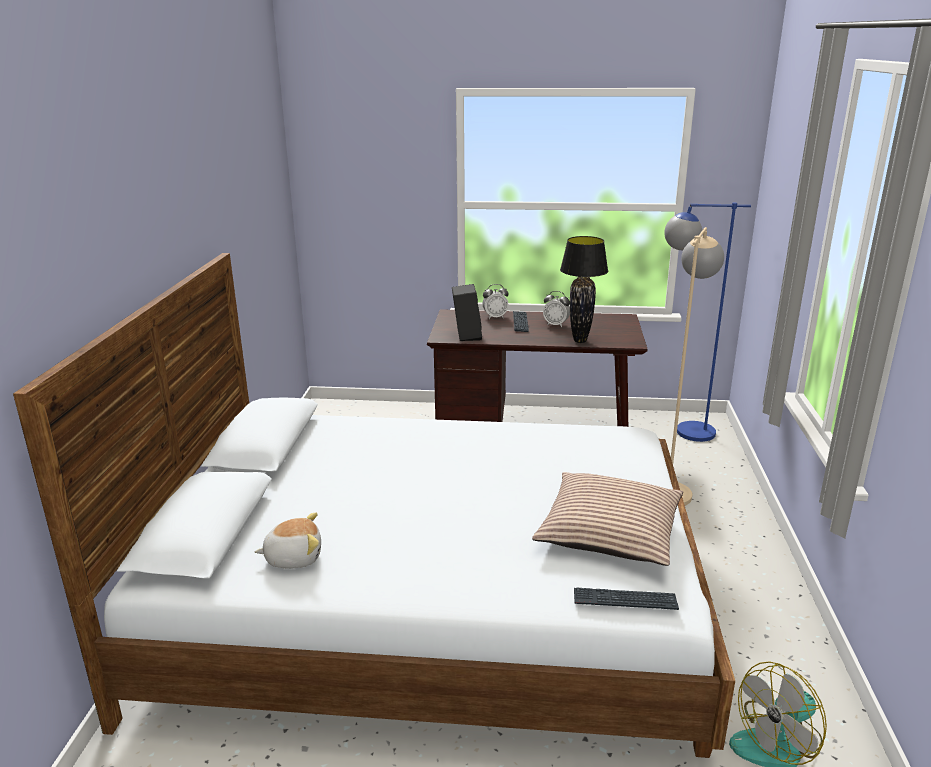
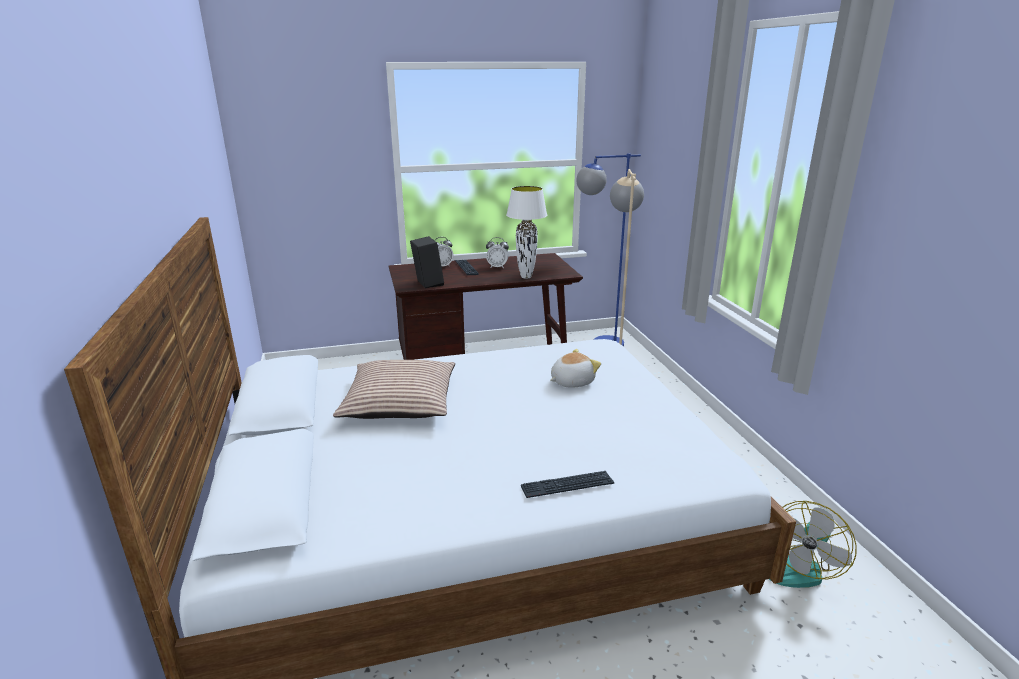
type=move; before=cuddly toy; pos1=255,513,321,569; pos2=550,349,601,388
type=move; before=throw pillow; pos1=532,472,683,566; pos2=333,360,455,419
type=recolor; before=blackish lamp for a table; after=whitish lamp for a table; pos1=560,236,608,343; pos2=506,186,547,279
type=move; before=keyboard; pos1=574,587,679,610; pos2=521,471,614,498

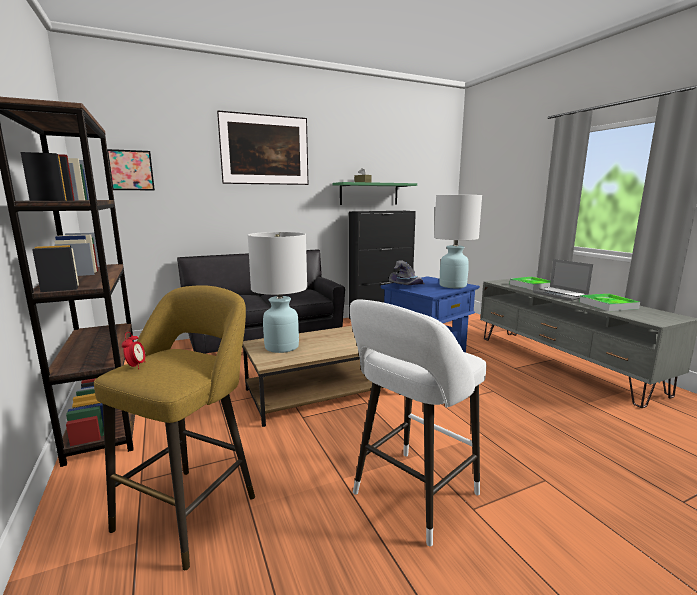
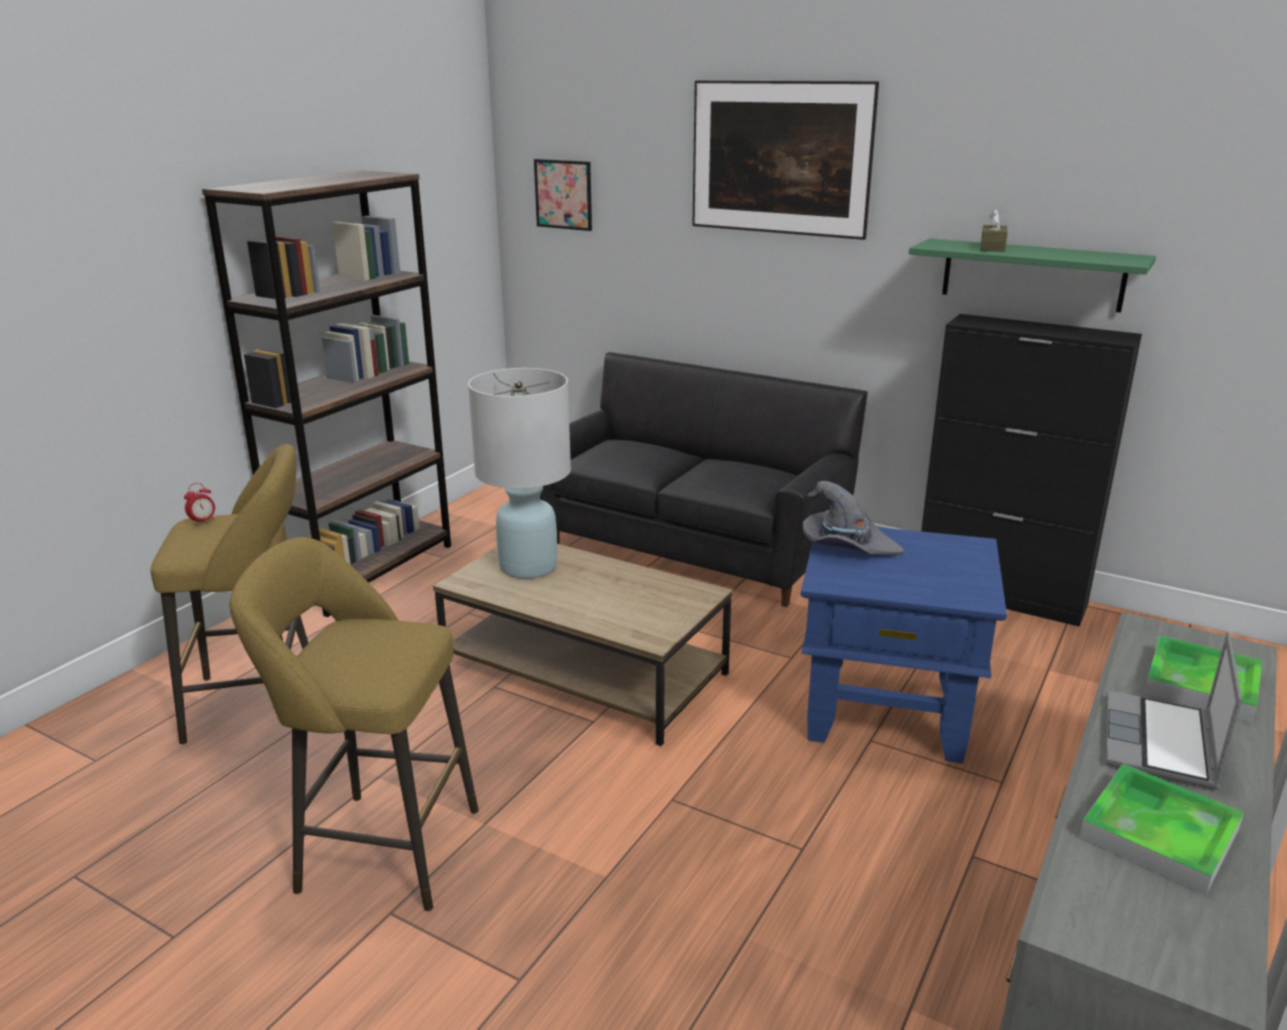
type=recolor; before=whitish stool seat; after=yellow-coloured stool seat; pos1=350,299,486,546; pos2=229,537,479,911
type=delete; before=whitish lamp for a table; pos1=434,195,482,288

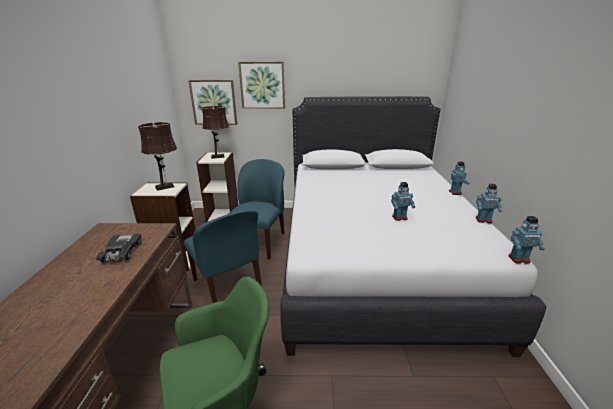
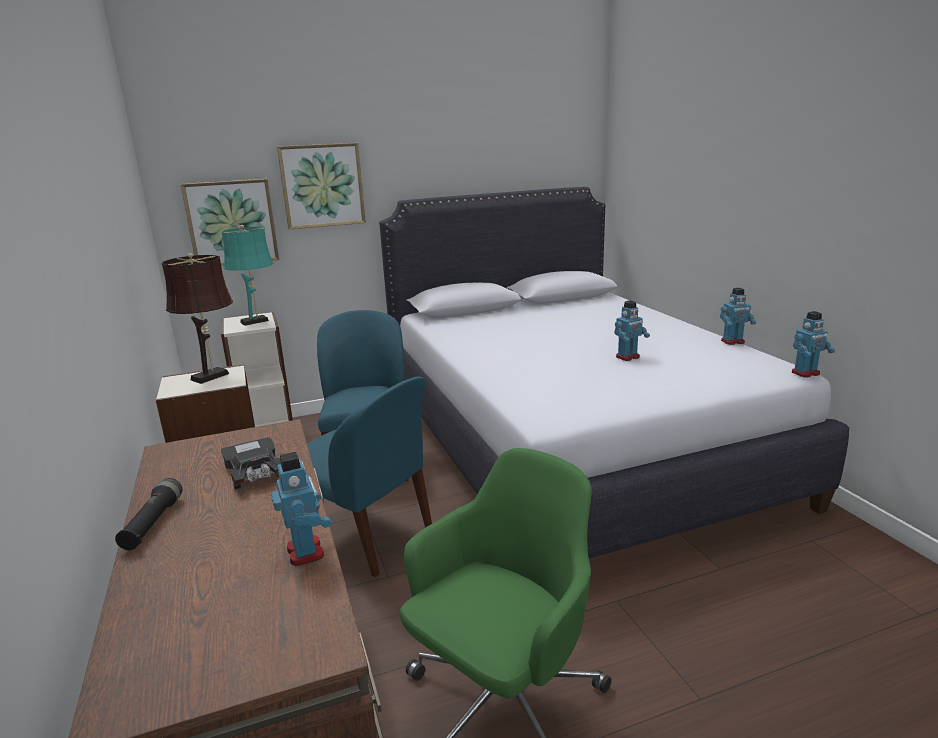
type=recolor; before=brownish lamp for a table; after=turquoise-coloured lamp for a table; pos1=202,105,229,159; pos2=221,225,274,326
type=move; before=robot figure; pos1=449,161,470,195; pos2=271,452,331,566
type=insert; after=blackish torch; pos2=115,478,183,550

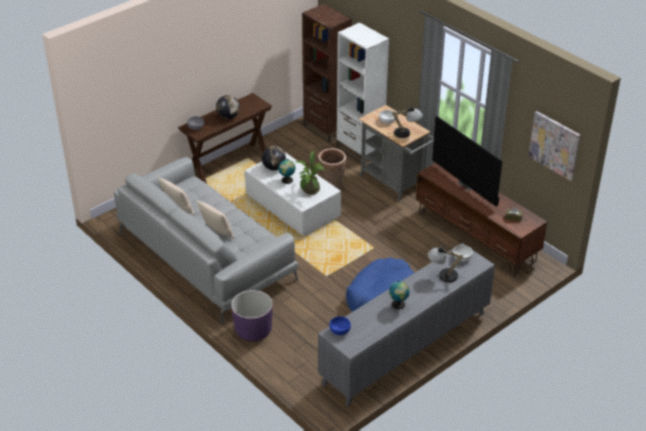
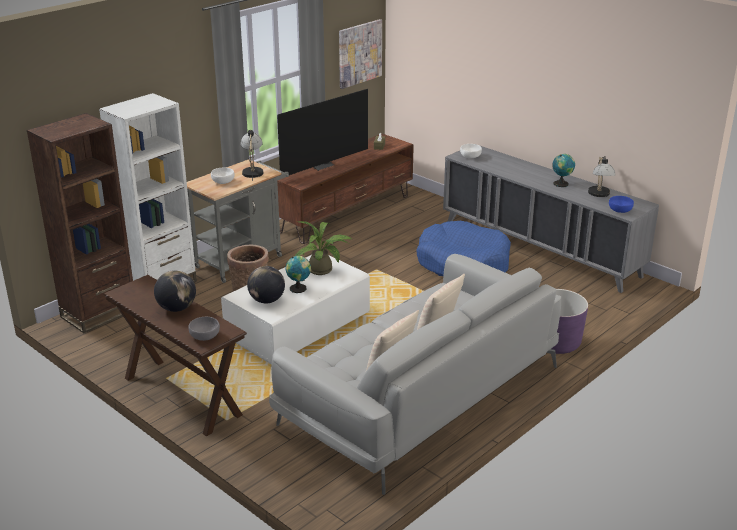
type=move; before=lamp for a table; pos1=428,247,464,282; pos2=588,156,616,197

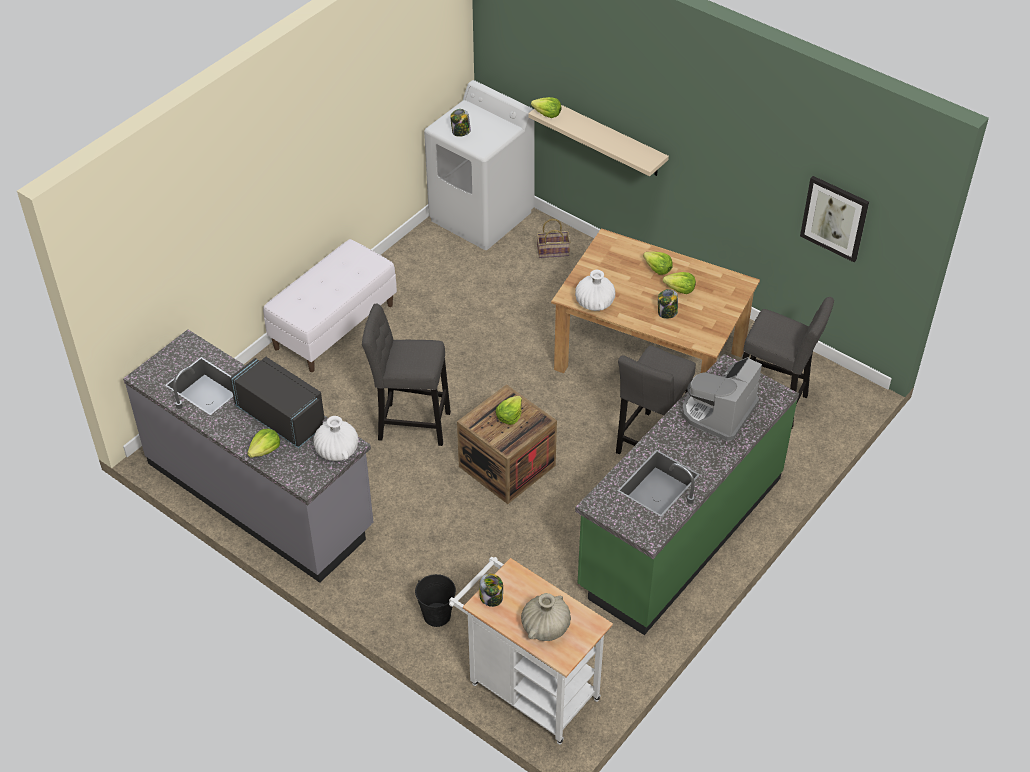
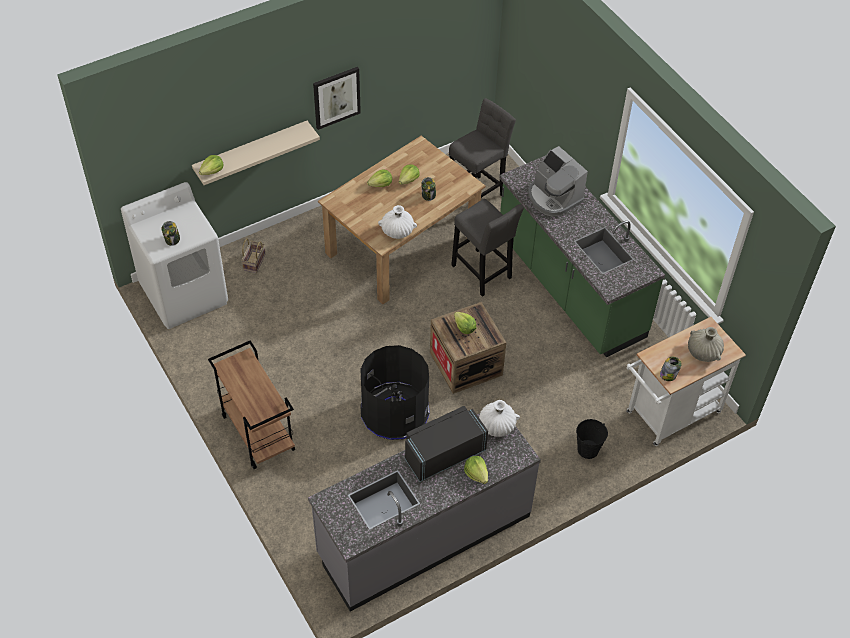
type=replace; before=whitish bench; after=brownish trolley; pos1=263,239,397,372; pos2=208,340,295,469
type=replace; before=greyish stool seat; after=blackish rubbish bin; pos1=362,303,451,446; pos2=360,345,430,440
type=move; before=wall art; pos1=800,176,869,262; pos2=313,67,361,130

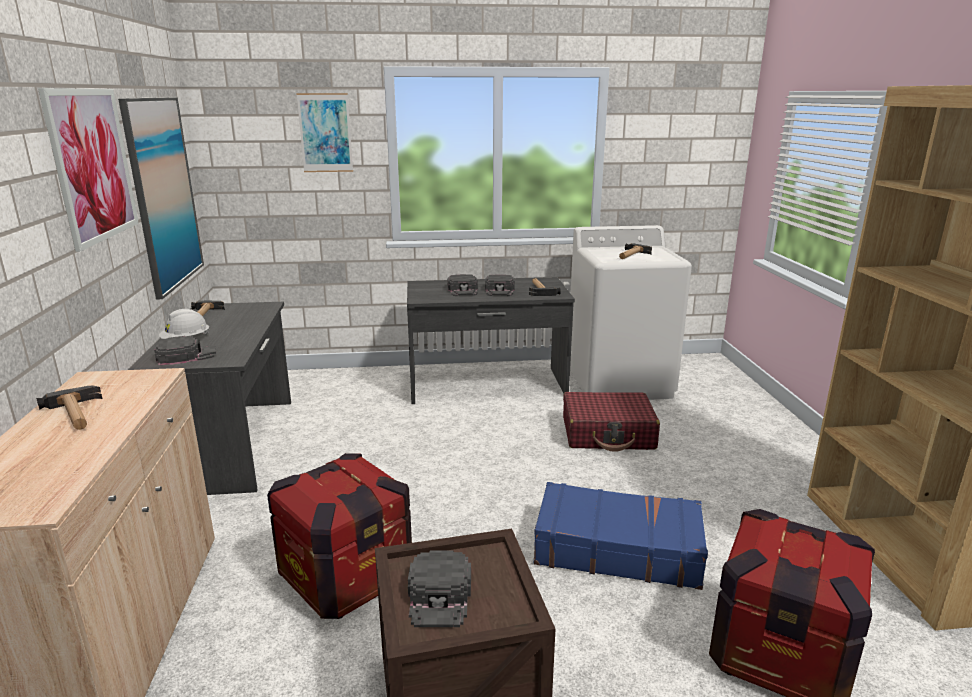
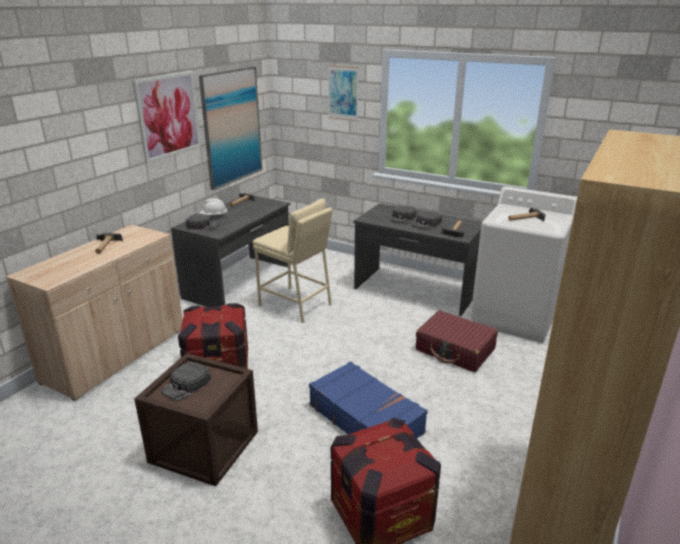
type=insert; after=sand-coloured stool seat; pos2=253,198,332,323

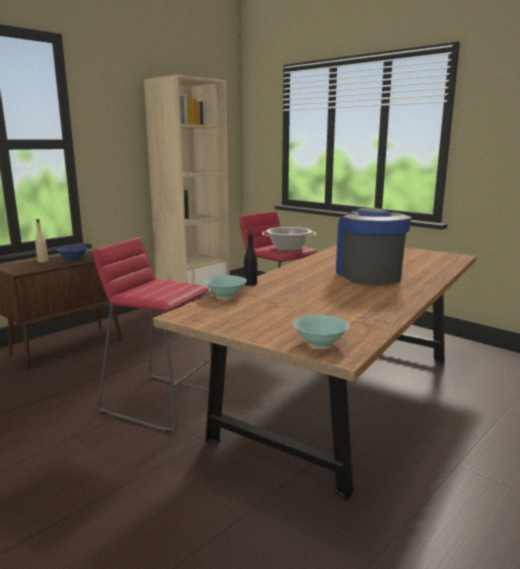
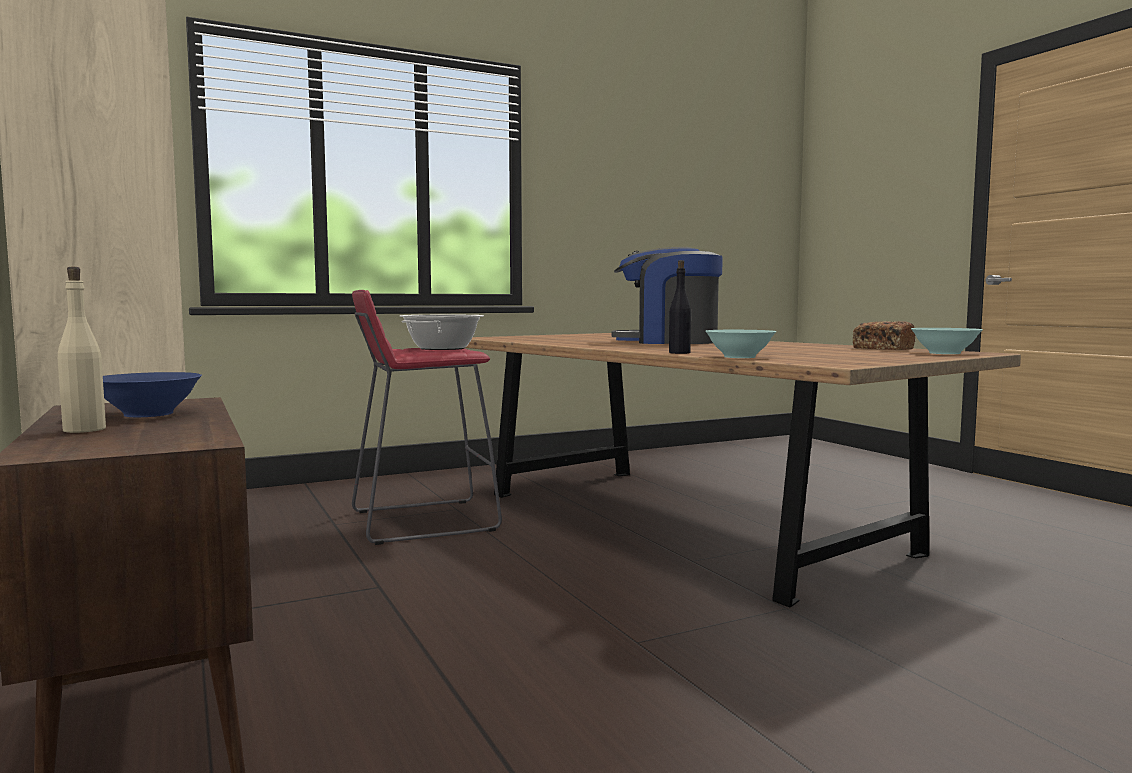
type=delete; before=red-coloured stool seat; pos1=92,237,212,433
type=insert; after=baked bread; pos2=853,321,915,350

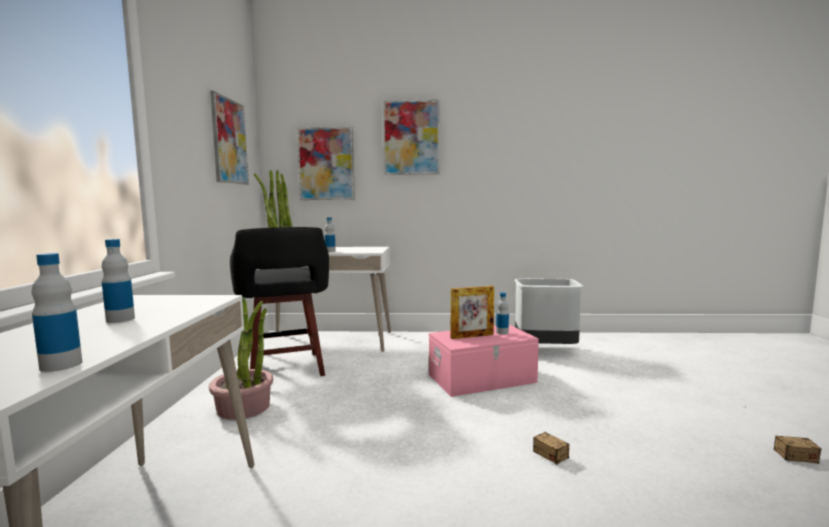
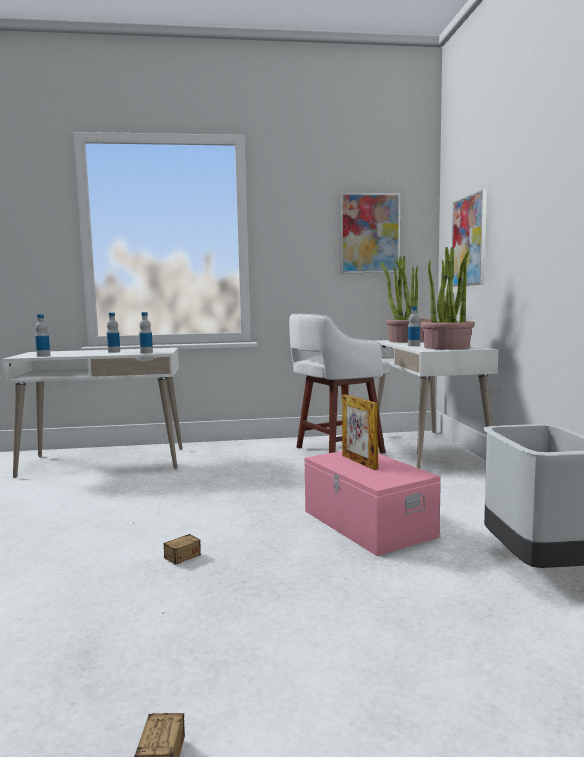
type=move; before=houseplant; pos1=209,297,273,420; pos2=420,246,475,349
type=recolor; before=blackish stool seat; after=whitish stool seat; pos1=230,227,329,376; pos2=289,314,390,454
type=delete; before=wall art; pos1=383,99,440,175
type=move; before=beverage bottle; pos1=496,292,509,334; pos2=139,312,153,353

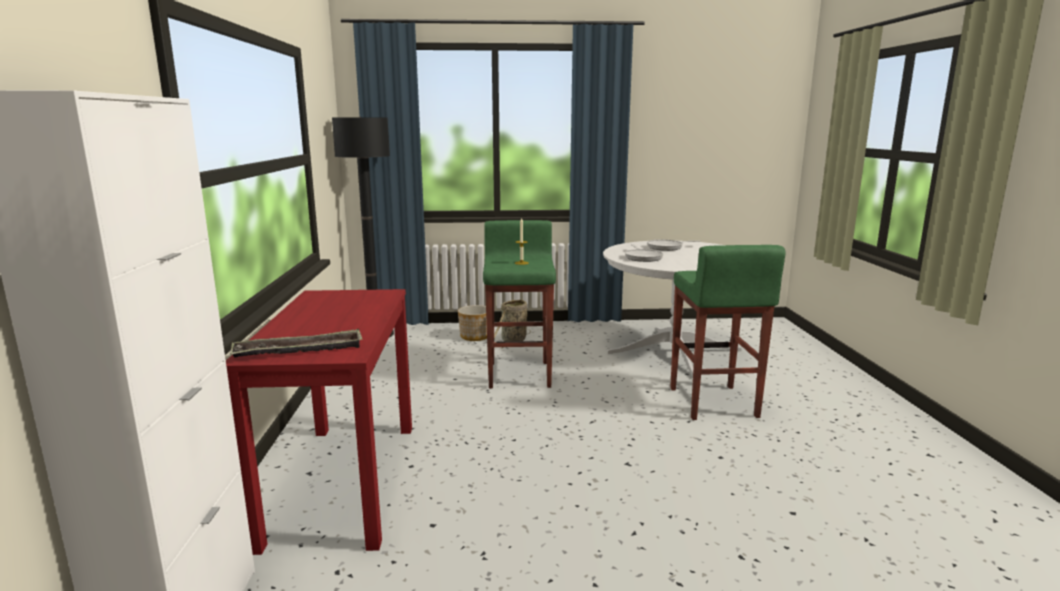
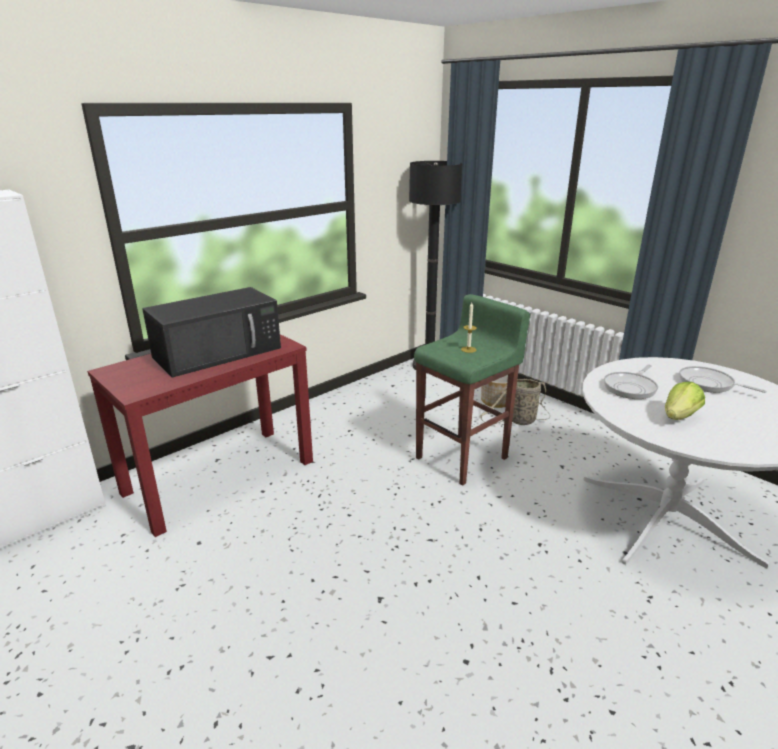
type=delete; before=carrying tray; pos1=230,329,363,358
type=delete; before=green stool seat; pos1=670,245,786,420
type=insert; after=blackish microwave; pos2=142,287,281,378
type=insert; after=head of lettuce; pos2=665,382,705,420

